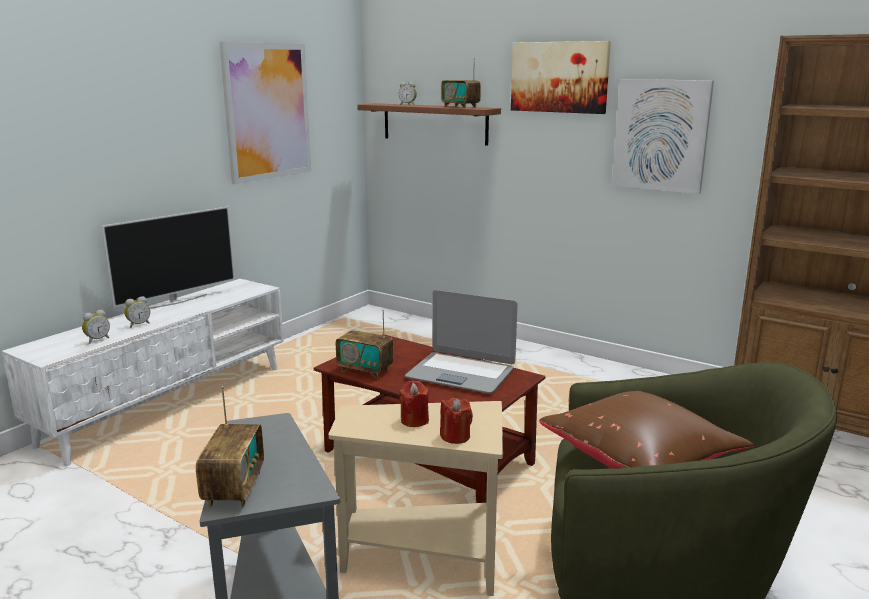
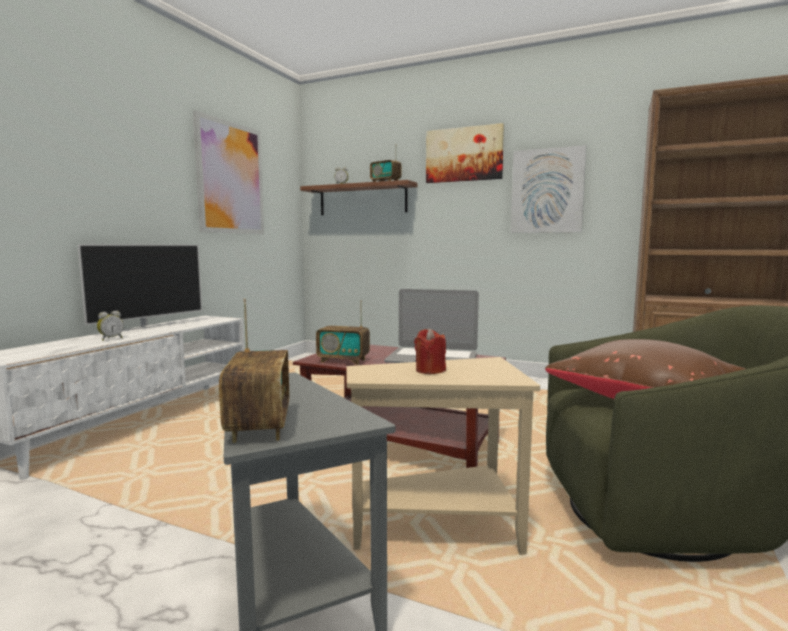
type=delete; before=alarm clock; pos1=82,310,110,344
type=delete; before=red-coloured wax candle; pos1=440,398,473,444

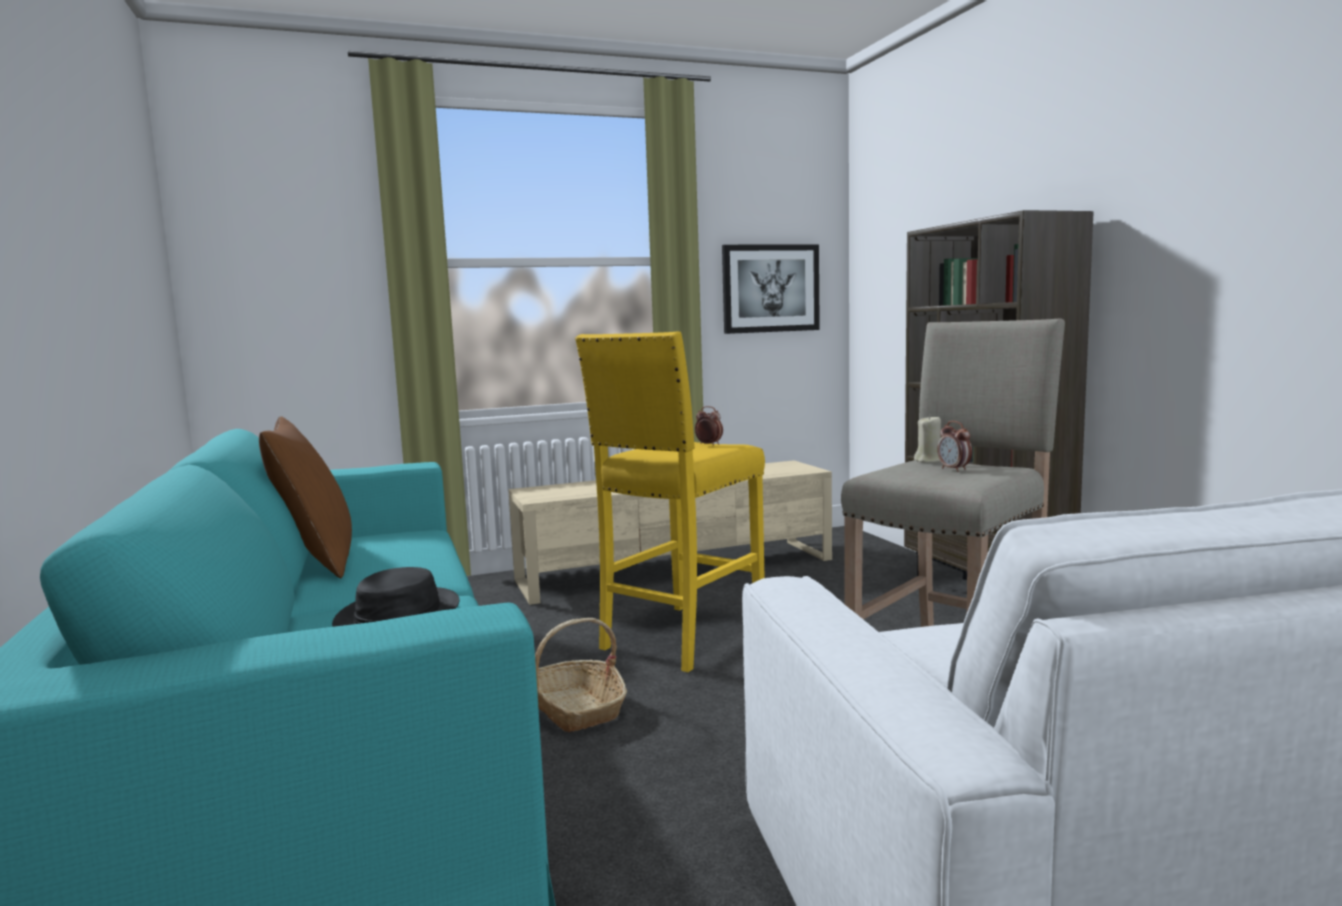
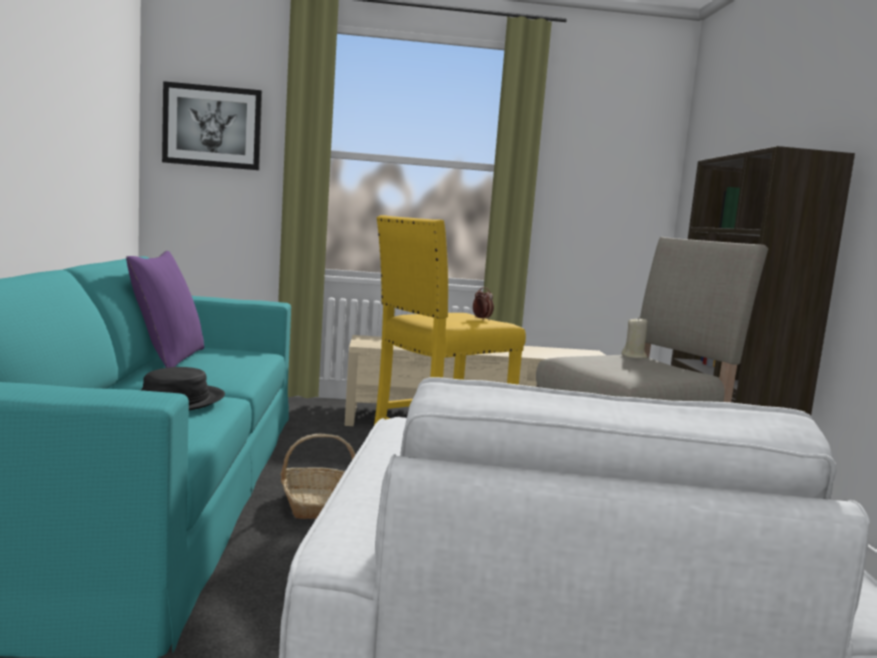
type=recolor; before=brownish throw pillow; after=purple throw pillow; pos1=259,416,352,578; pos2=126,251,204,368
type=move; before=wall art; pos1=722,244,820,334; pos2=162,81,262,170
type=delete; before=alarm clock; pos1=937,421,972,472

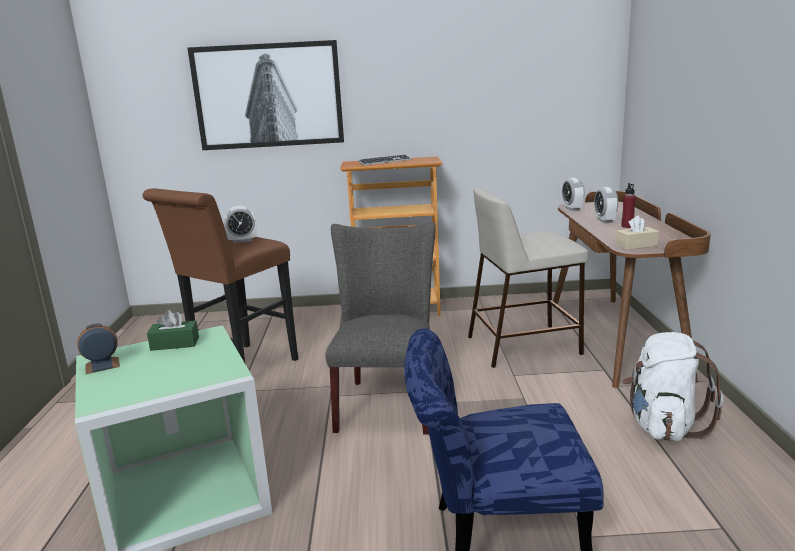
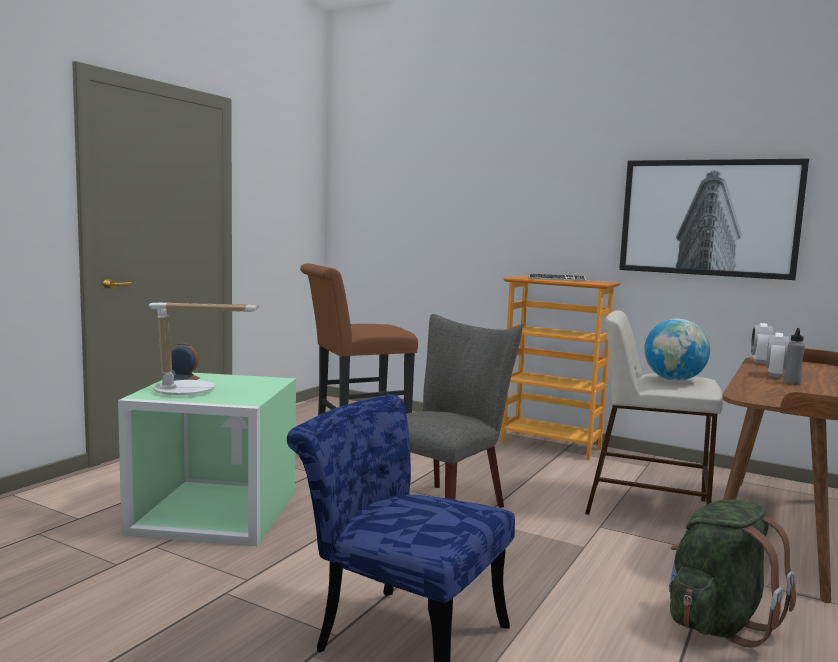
type=delete; before=green tissue holder; pos1=147,310,199,351
type=move; before=wall art; pos1=188,40,344,150; pos2=619,159,809,280
type=delete; before=alarm clock; pos1=224,206,257,243
type=delete; before=sand-coloured tissue holder; pos1=616,216,659,250
type=recolor; before=red-coloured beverage bottle; after=greyish beverage bottle; pos1=621,183,636,228; pos2=784,328,805,385
type=recolor; before=whitish backpack; after=green backpack; pos1=622,332,723,441; pos2=669,499,796,648
type=insert; after=lamp for a table; pos2=149,303,259,395
type=insert; after=world globe; pos2=644,319,710,381

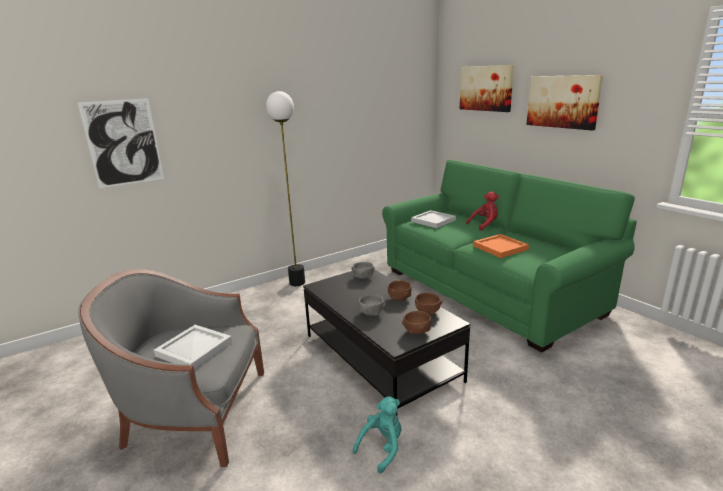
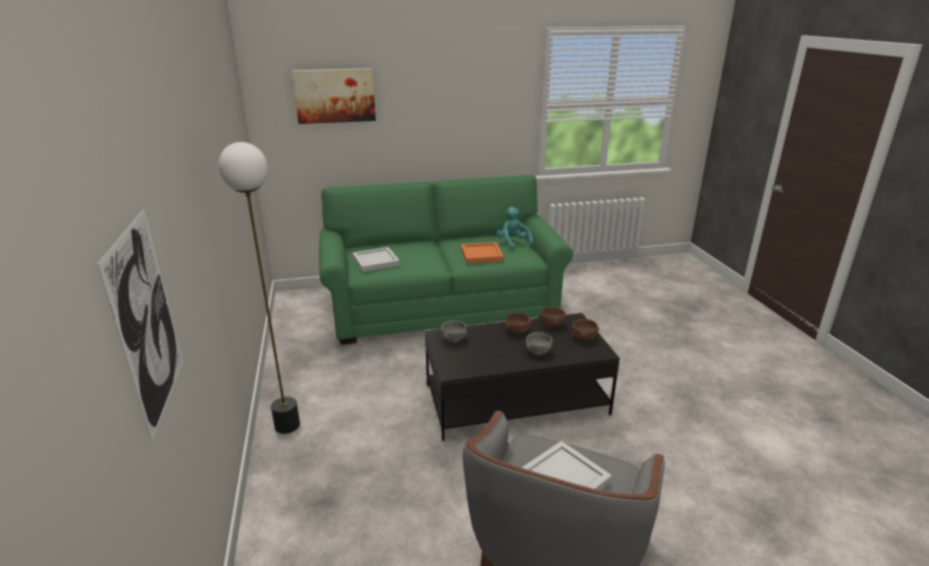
type=move; before=turquoise-coloured cuddly toy; pos1=352,396,402,473; pos2=497,207,533,250
type=delete; before=red-coloured cuddly toy; pos1=466,192,499,231
type=delete; before=wall art; pos1=526,75,603,131

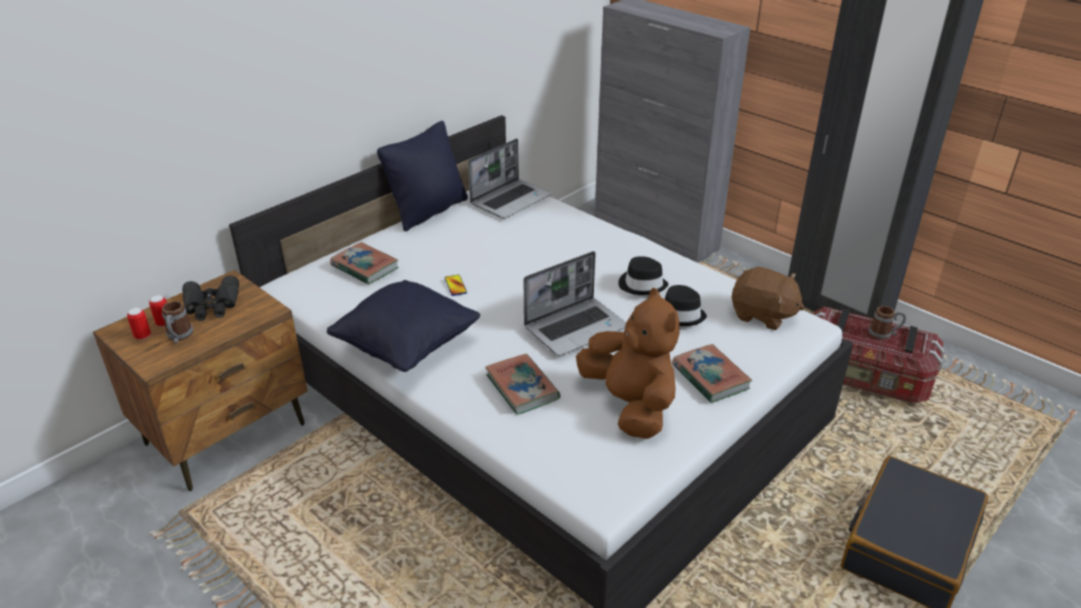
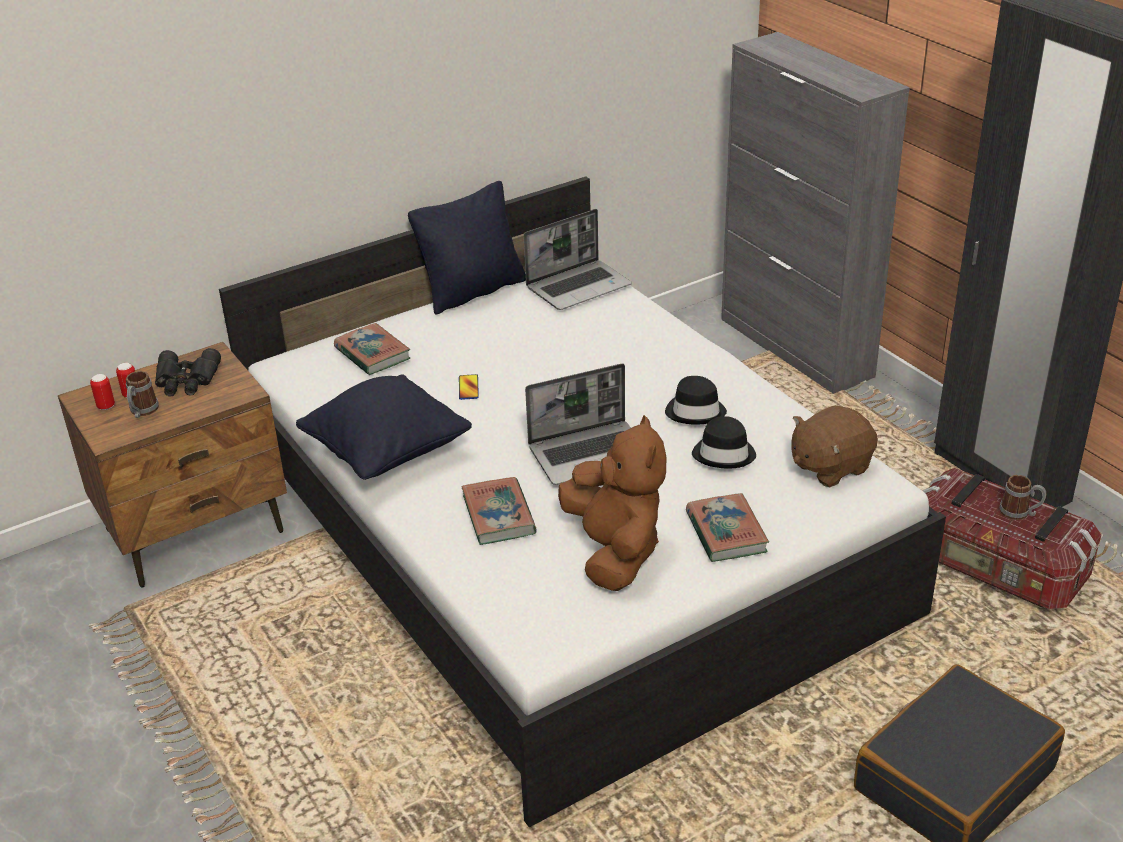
type=rotate; before=brownish cuddly toy; pos1=732,267,805,330; pos2=791,405,878,487; turn=105

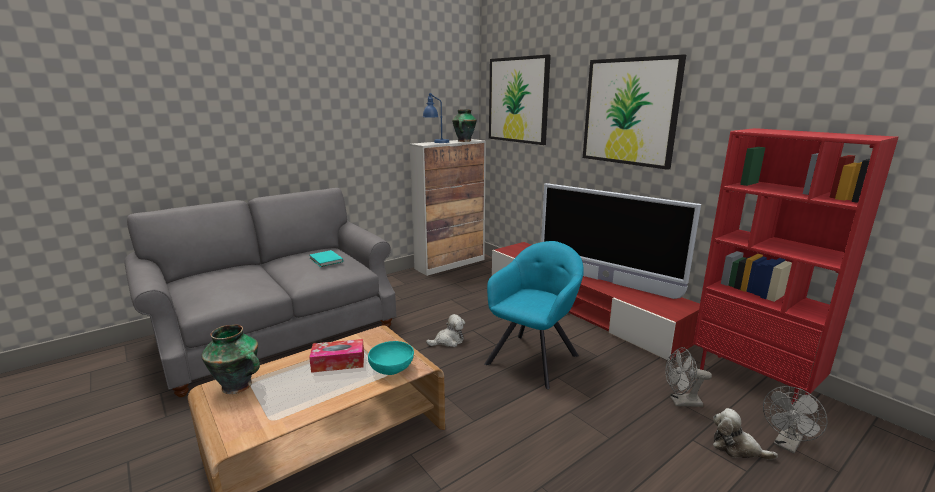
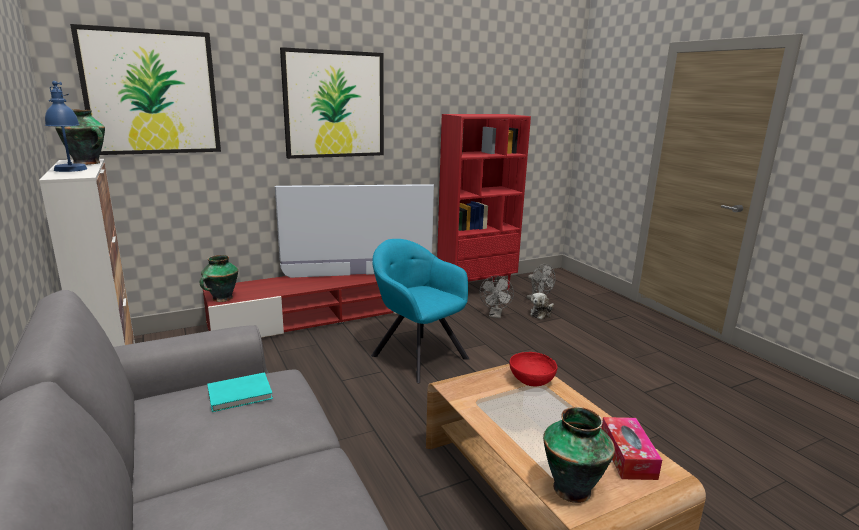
type=move; before=tissue holder; pos1=309,339,364,373; pos2=601,417,662,480
type=recolor; before=turquoise-coloured serving bowl; after=red-coloured serving bowl; pos1=368,341,414,375; pos2=509,352,557,386
type=delete; before=cuddly toy; pos1=426,314,465,347
type=rotate; before=television; pos1=541,183,701,299; pos2=275,184,434,278; turn=-150
type=insert; after=vase; pos2=200,255,238,302

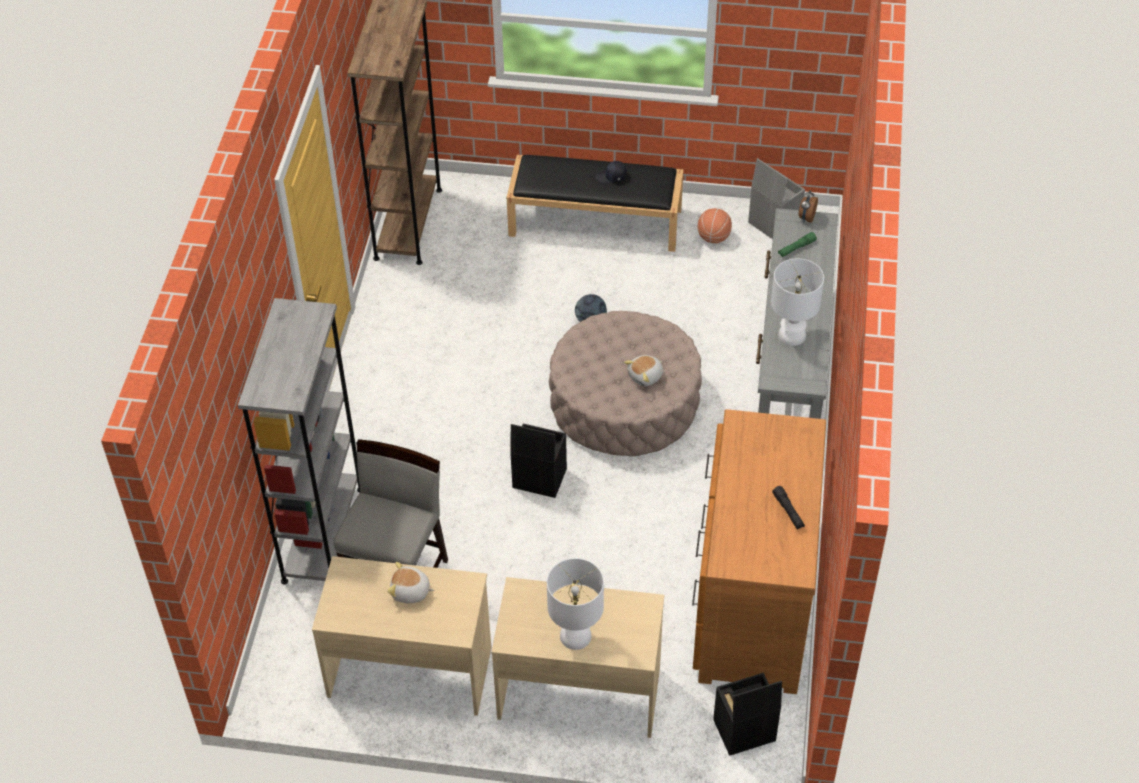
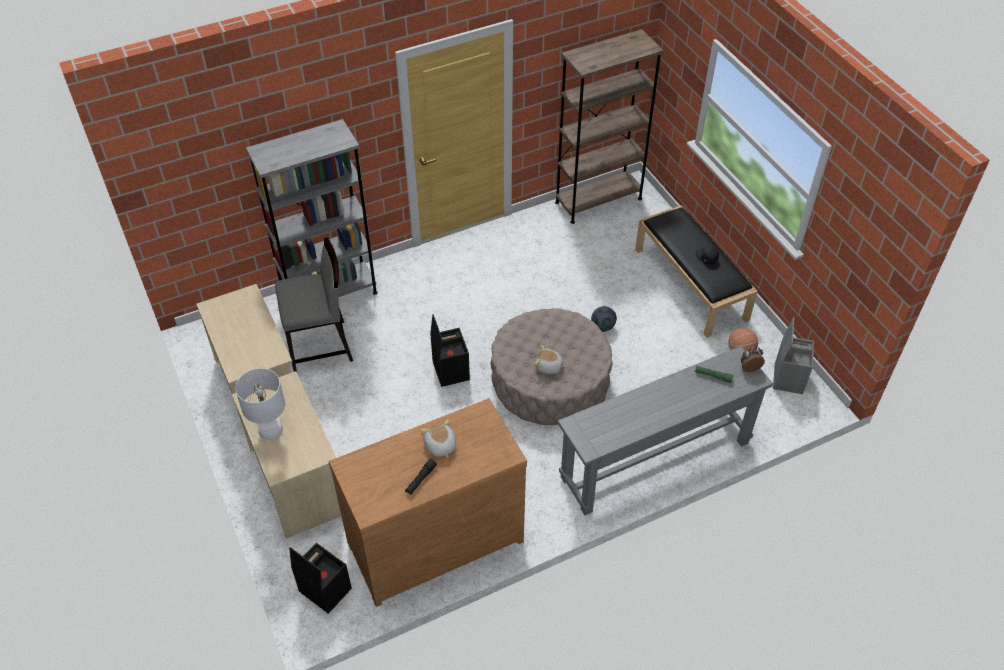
type=move; before=cuddly toy; pos1=387,562,435,603; pos2=420,419,456,458
type=delete; before=whitish lamp for a table; pos1=771,259,824,346

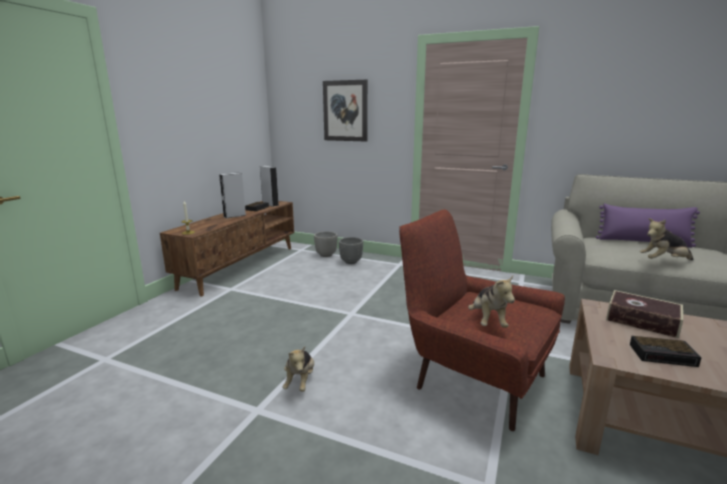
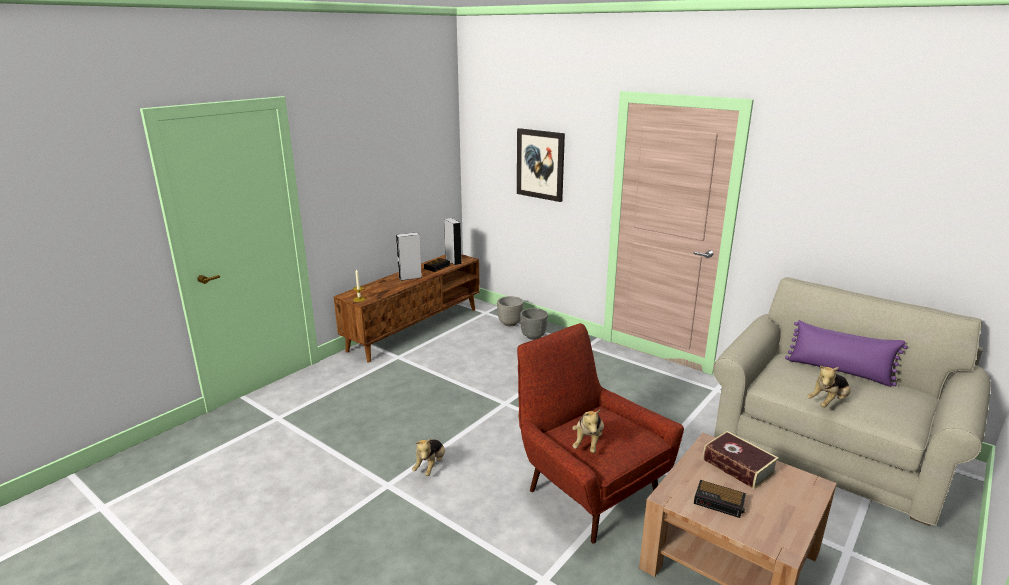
type=rotate; before=cuddly toy; pos1=640,218,693,260; pos2=807,366,851,407; turn=-45

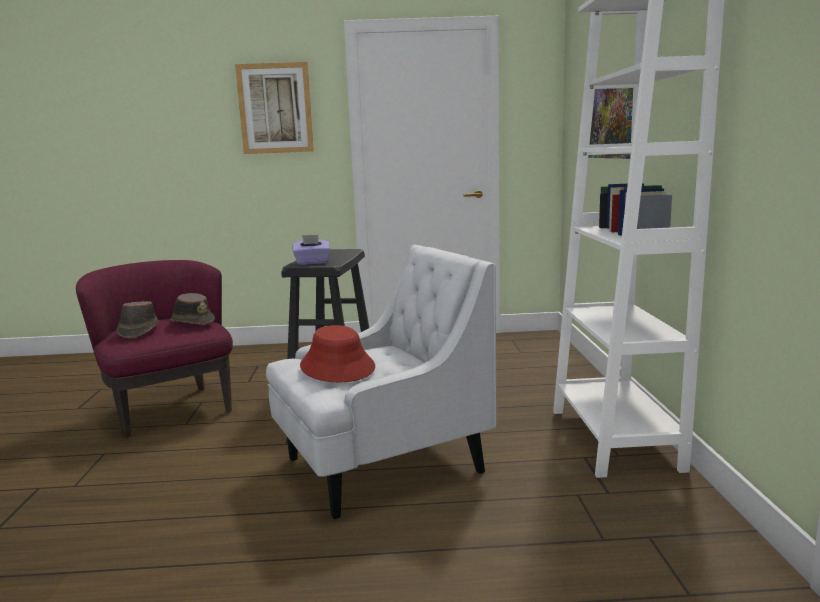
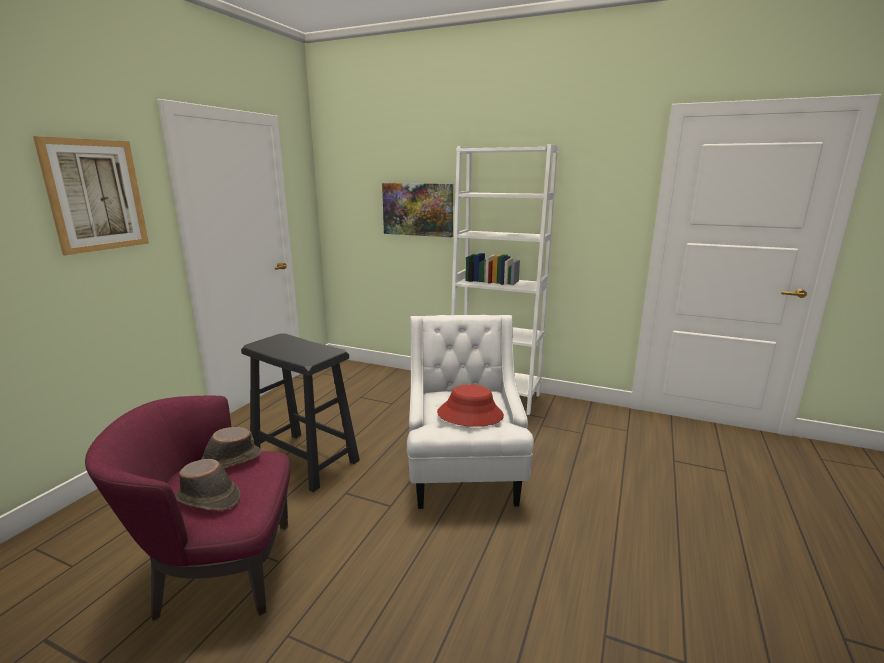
type=delete; before=purple tissue holder; pos1=292,235,330,265

